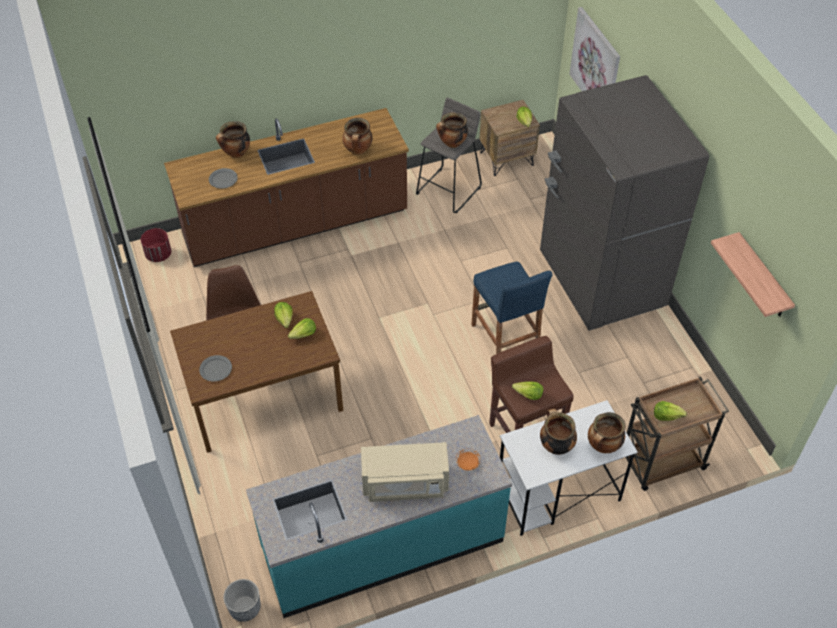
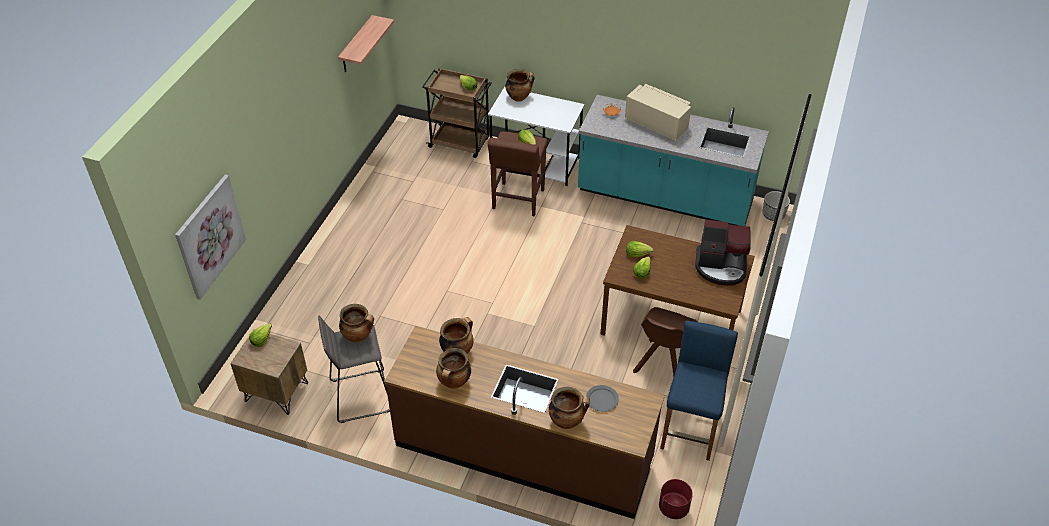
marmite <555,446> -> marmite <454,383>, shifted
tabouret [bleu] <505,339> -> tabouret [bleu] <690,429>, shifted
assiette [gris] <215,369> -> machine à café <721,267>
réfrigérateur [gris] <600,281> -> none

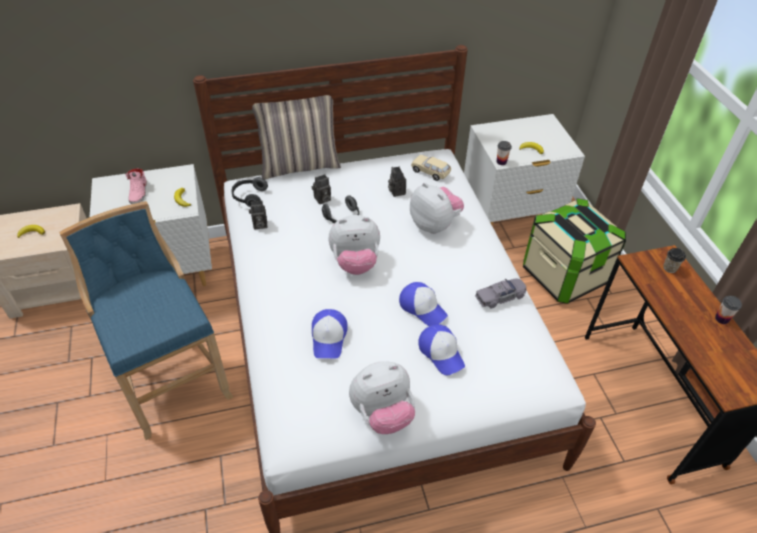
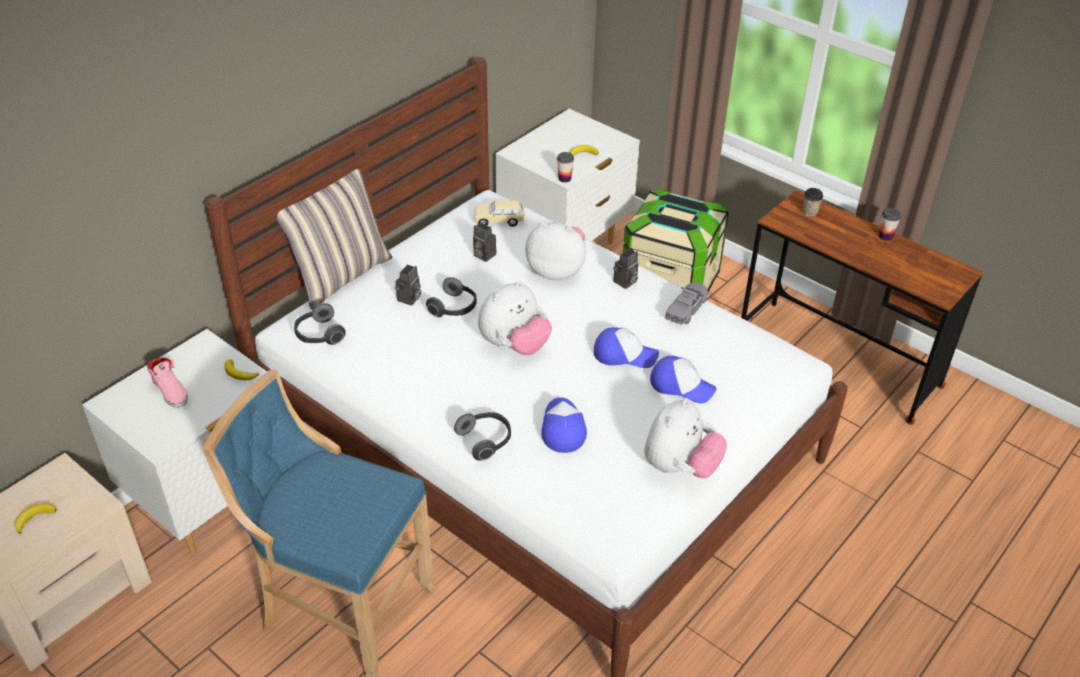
none -> casque audio <486,441>
casquette <329,337> -> casquette <562,428>, 150 degrees counterclockwise
appareil photo <259,225> -> appareil photo <625,282>, shifted

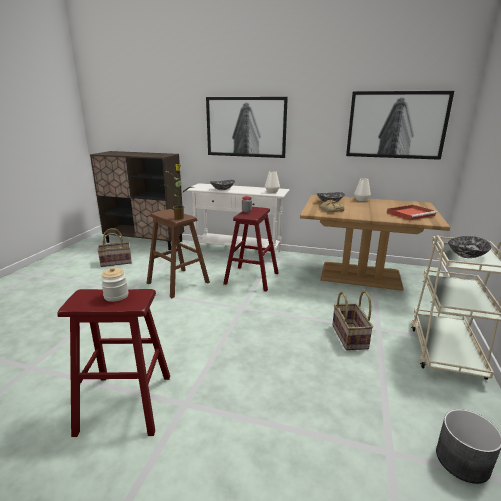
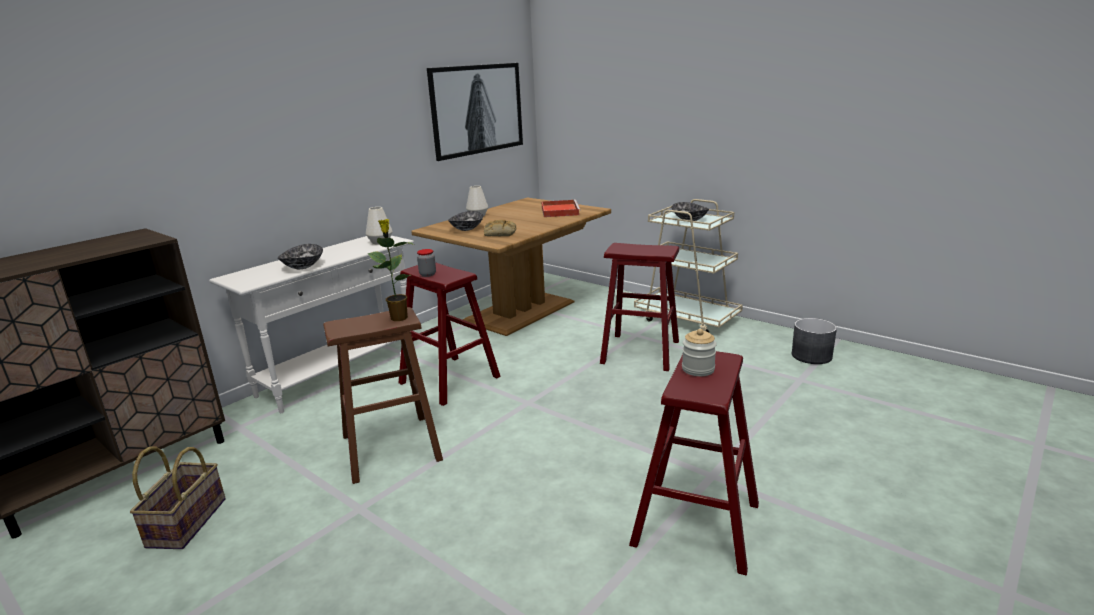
panier <350,336> -> tabouret [rouge] <640,352>
tableau <245,127> -> none

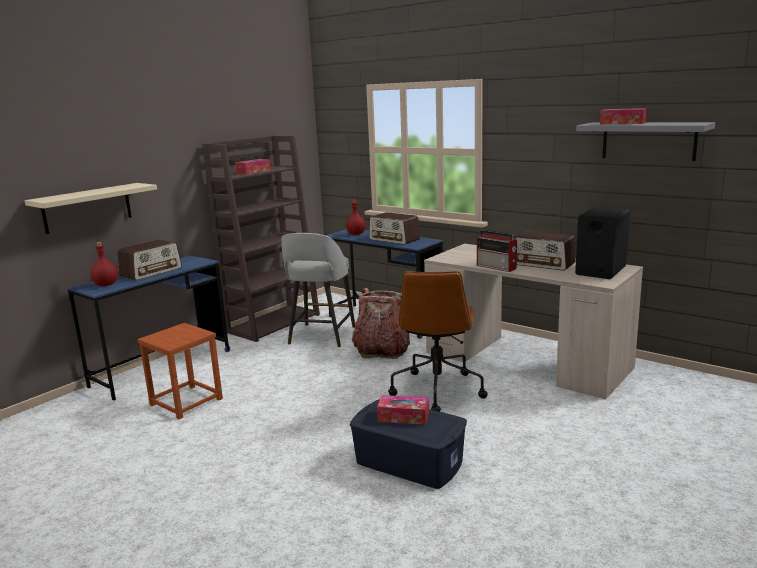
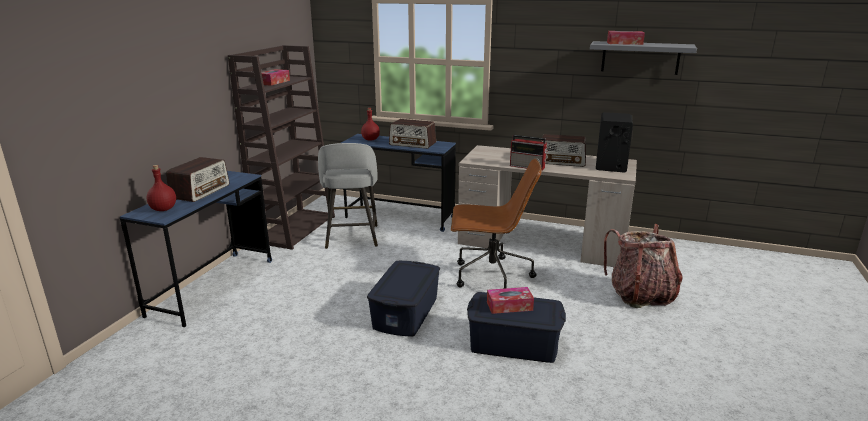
none -> boîte de rangement [bleu] <406,313>
chaise de bureau [marron] <437,390> -> chaise de bureau [marron] <490,276>, 75 degrees counterclockwise
sac à dos <382,350> -> sac à dos <640,295>, shifted
étagère [beige] <87,208> -> none
tabouret [marron] <186,402> -> none

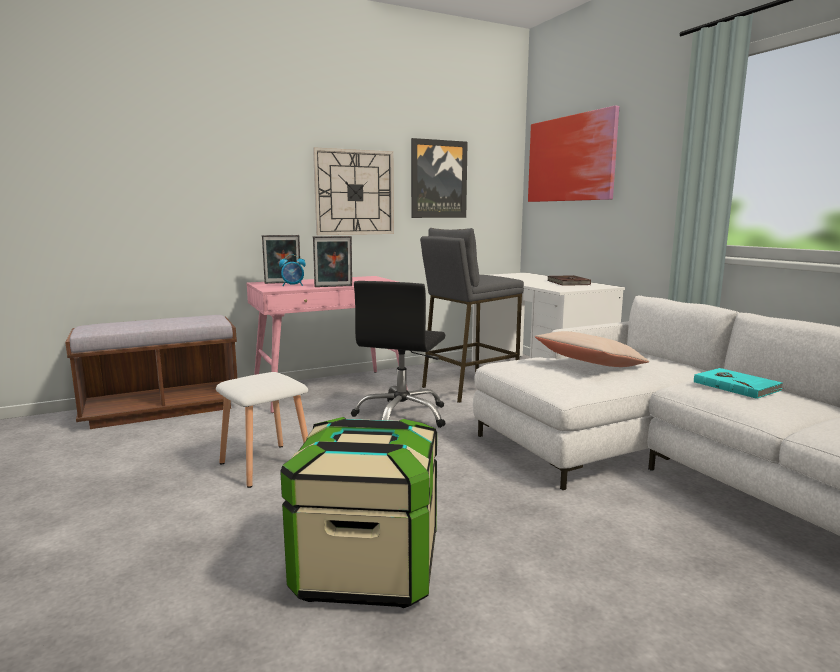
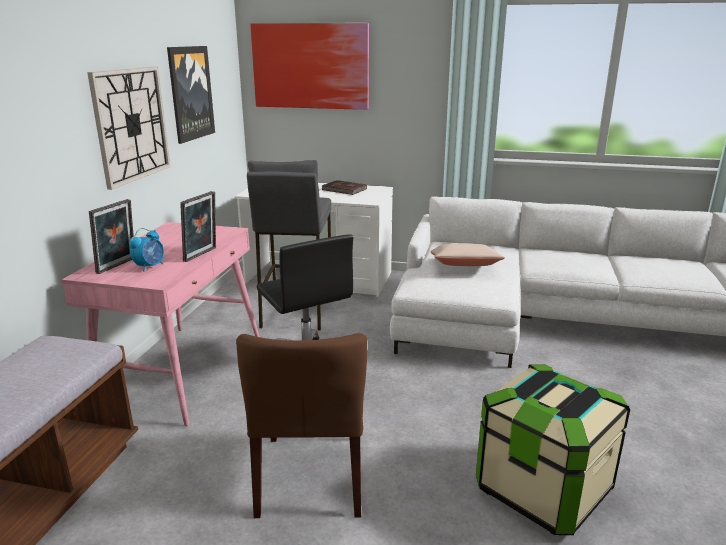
tabouret [blanc] <265,464> -> chaise [marron] <312,475>
livre [turquoise] <736,386> -> none

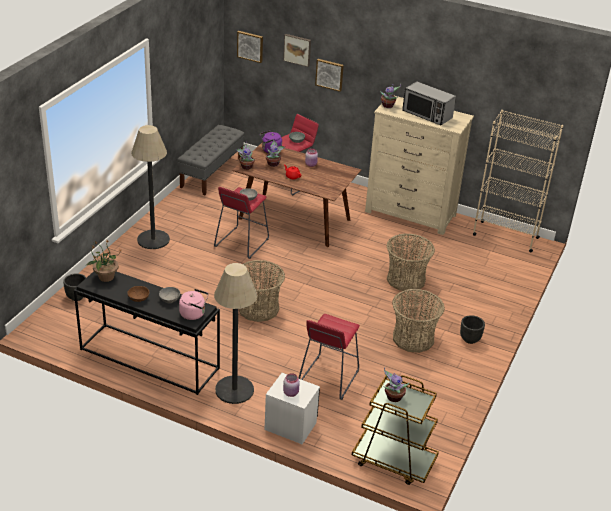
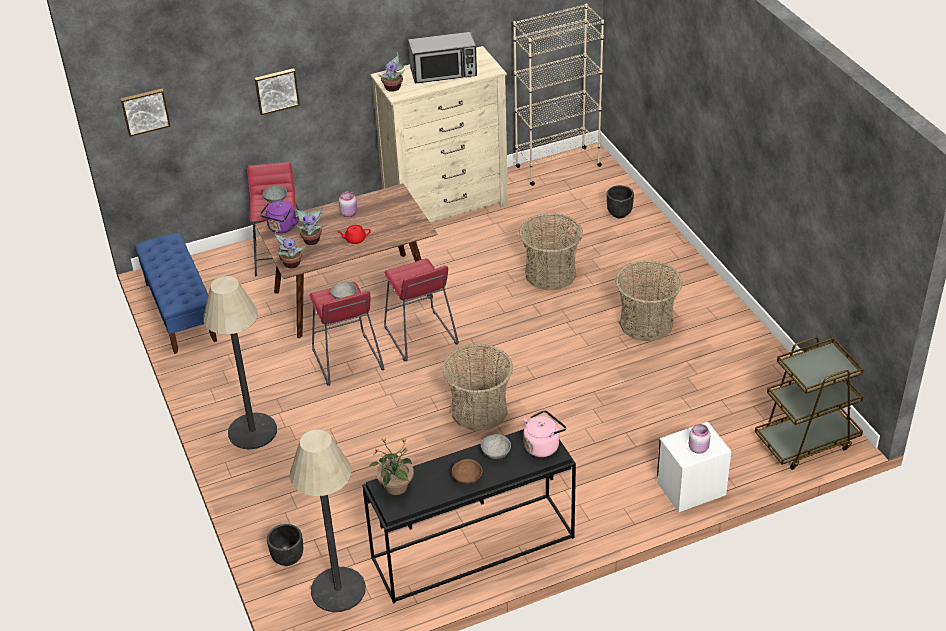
banc [gris] <212,173> -> banc [bleu] <180,311>
lampadaire <234,390> -> lampadaire <338,590>, shifted
tabouret [rouge] <328,378> -> tabouret [rouge] <420,336>, shifted
cache-pot [noir] <470,339> -> cache-pot [noir] <619,213>, shifted
tableau <297,49> -> none
plante en pot <393,397> -> none

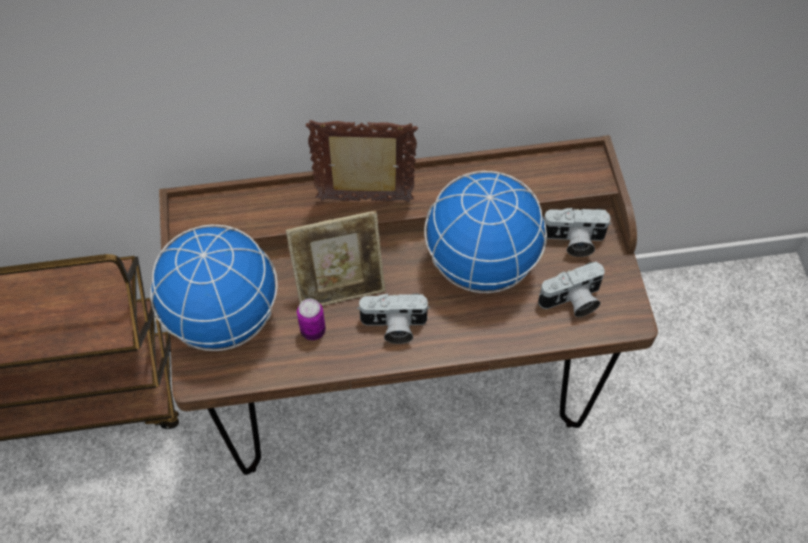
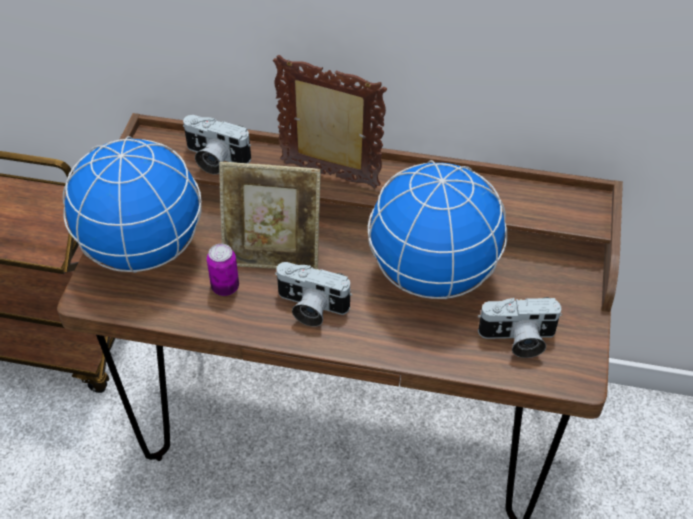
appareil photo <573,241> -> appareil photo <214,159>, shifted

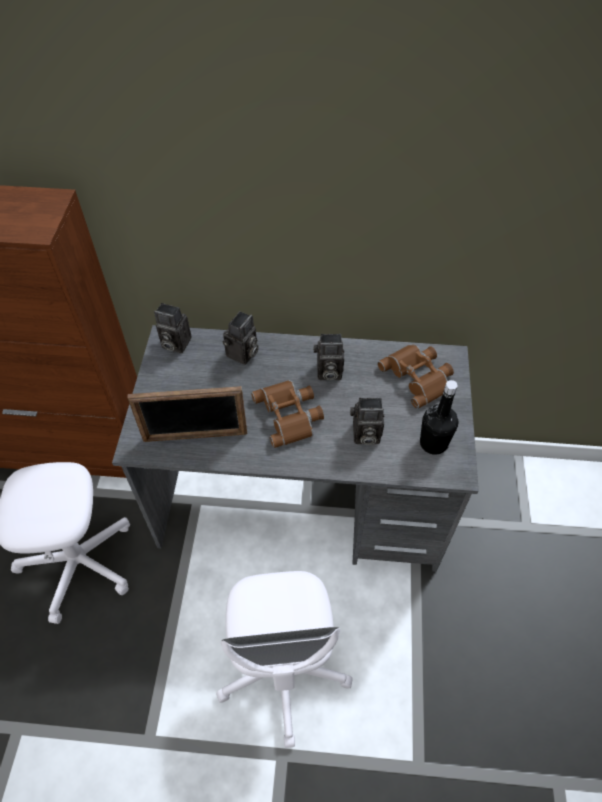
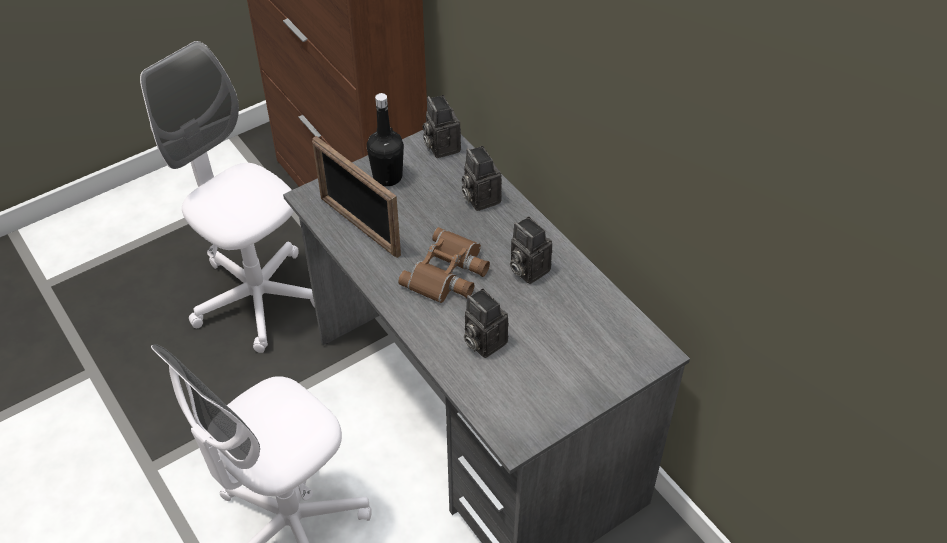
bouteille [noir] <433,443> -> bouteille [noir] <387,177>, shifted
appareil photo <242,355> -> appareil photo <479,197>, 75 degrees clockwise
jumelles [marron] <419,376> -> none

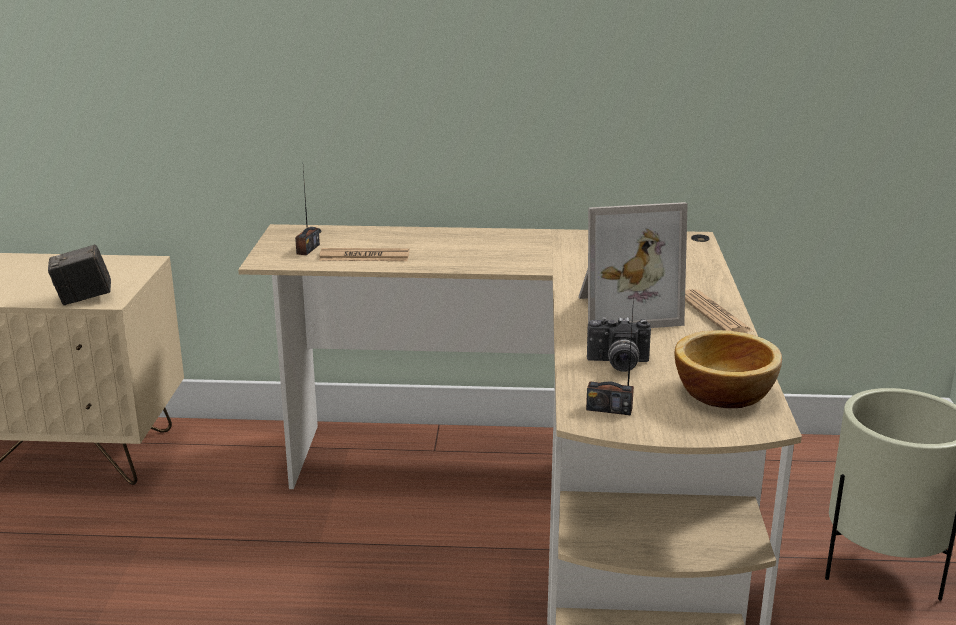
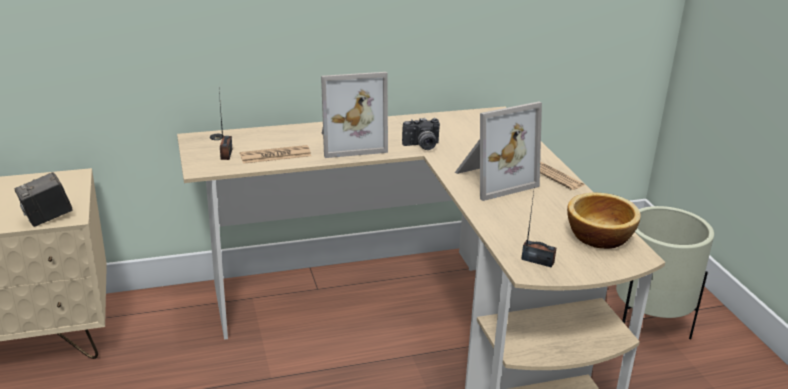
none -> cadre photo <350,142>
appareil photo <618,364> -> appareil photo <422,146>, shifted
radio <609,409> -> radio <537,261>, 150 degrees counterclockwise

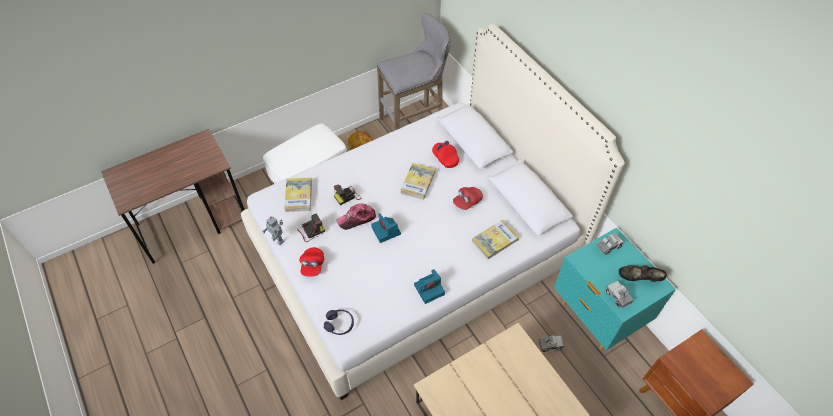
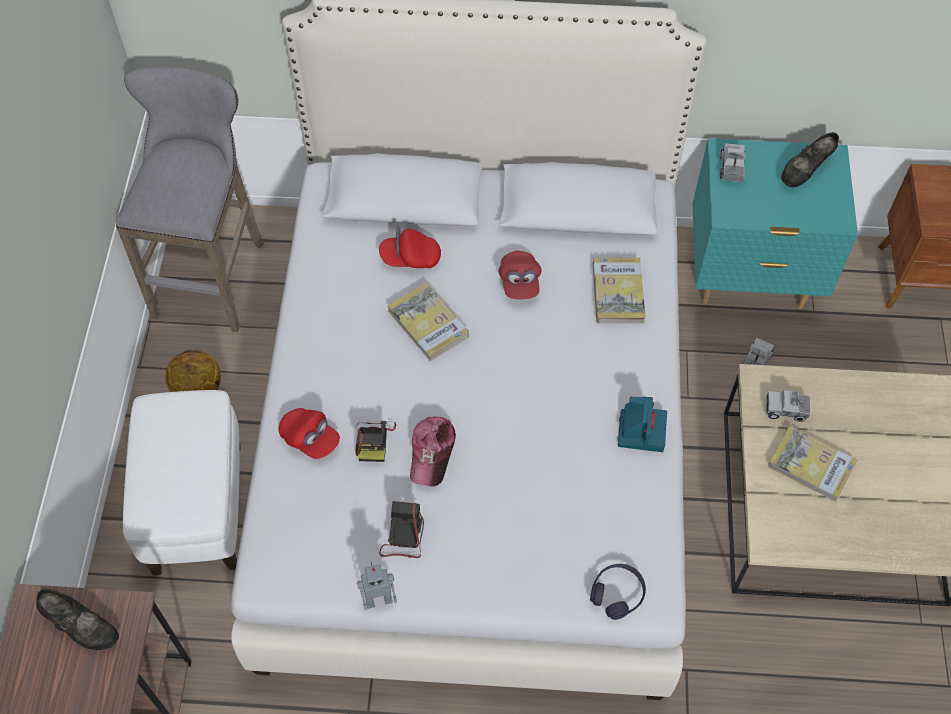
none -> chaussure [noir] <82,627>
casquette [rouge] <312,265> -> casquette [rouge] <310,439>, shifted
camion jouet <618,297> -> camion jouet <786,409>, shifted
livre <298,196> -> livre <811,465>, shifted
appareil photo <386,231> -> none

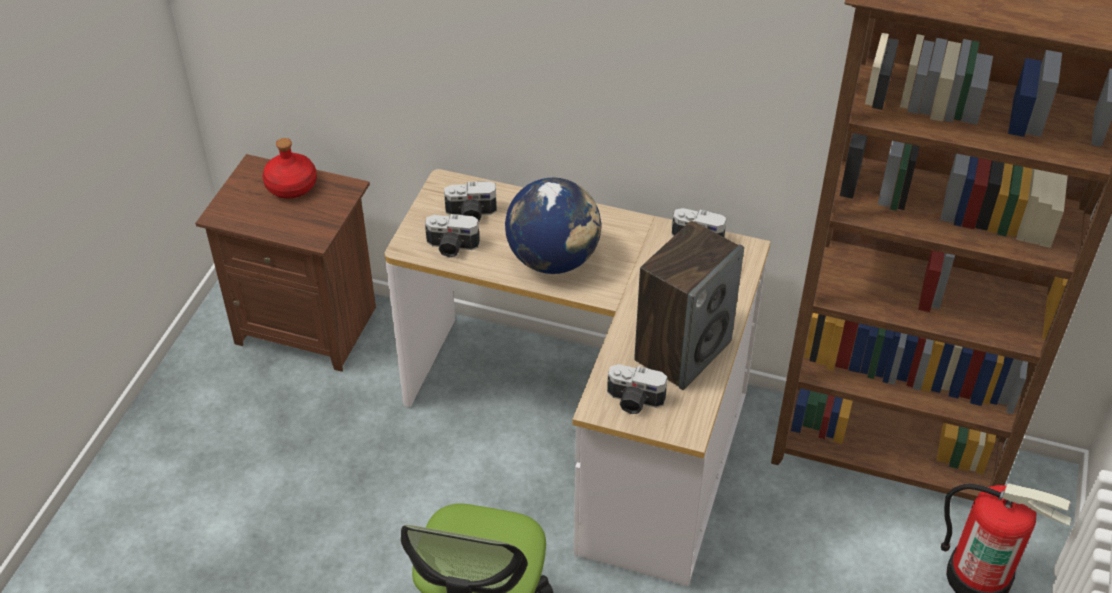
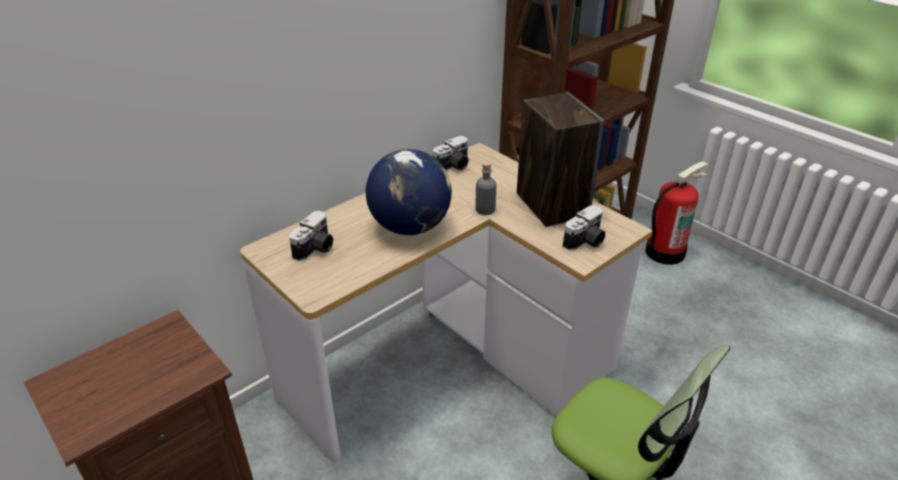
none -> bouteille [gris] <485,209>
bouteille [rouge] <291,186> -> none
appareil photo <451,247> -> none

